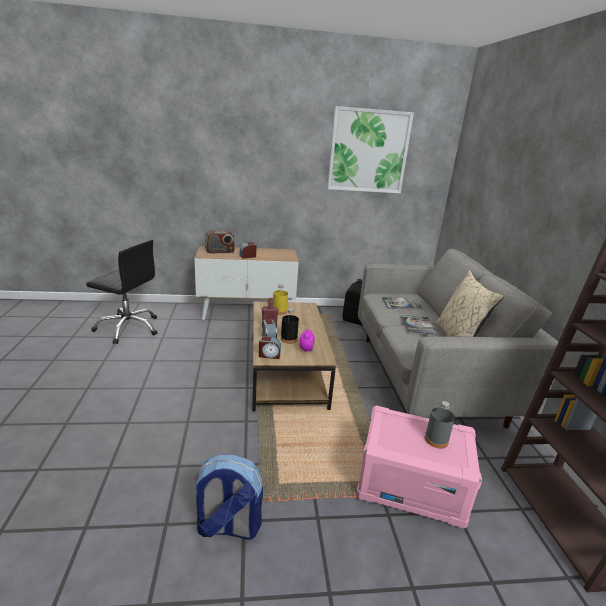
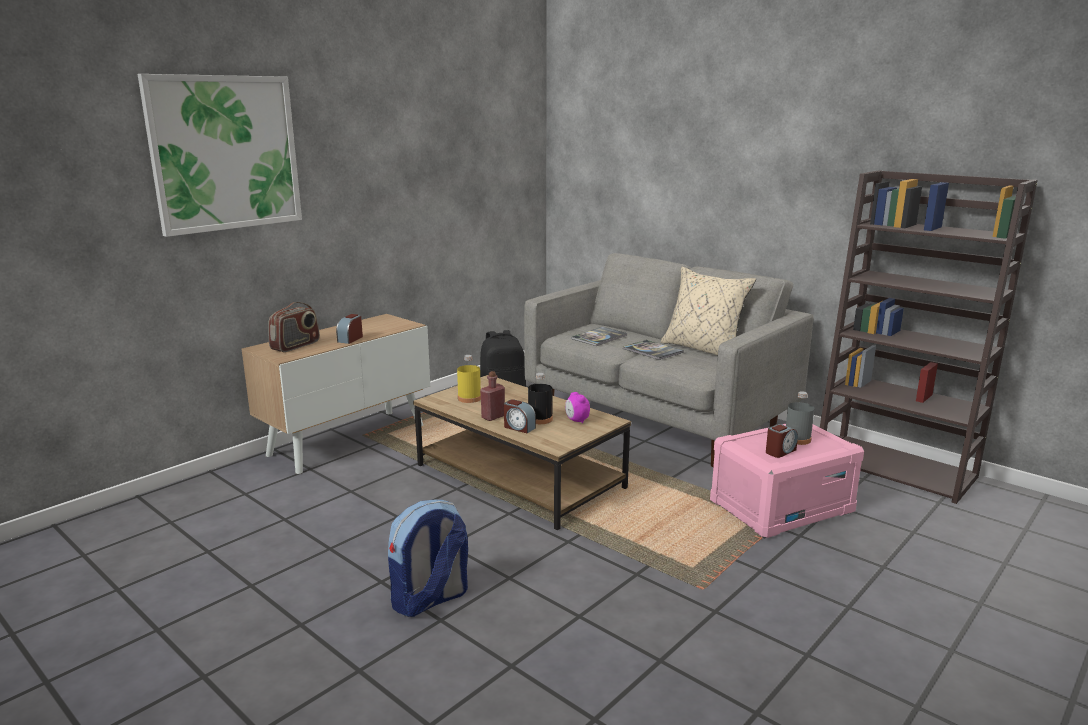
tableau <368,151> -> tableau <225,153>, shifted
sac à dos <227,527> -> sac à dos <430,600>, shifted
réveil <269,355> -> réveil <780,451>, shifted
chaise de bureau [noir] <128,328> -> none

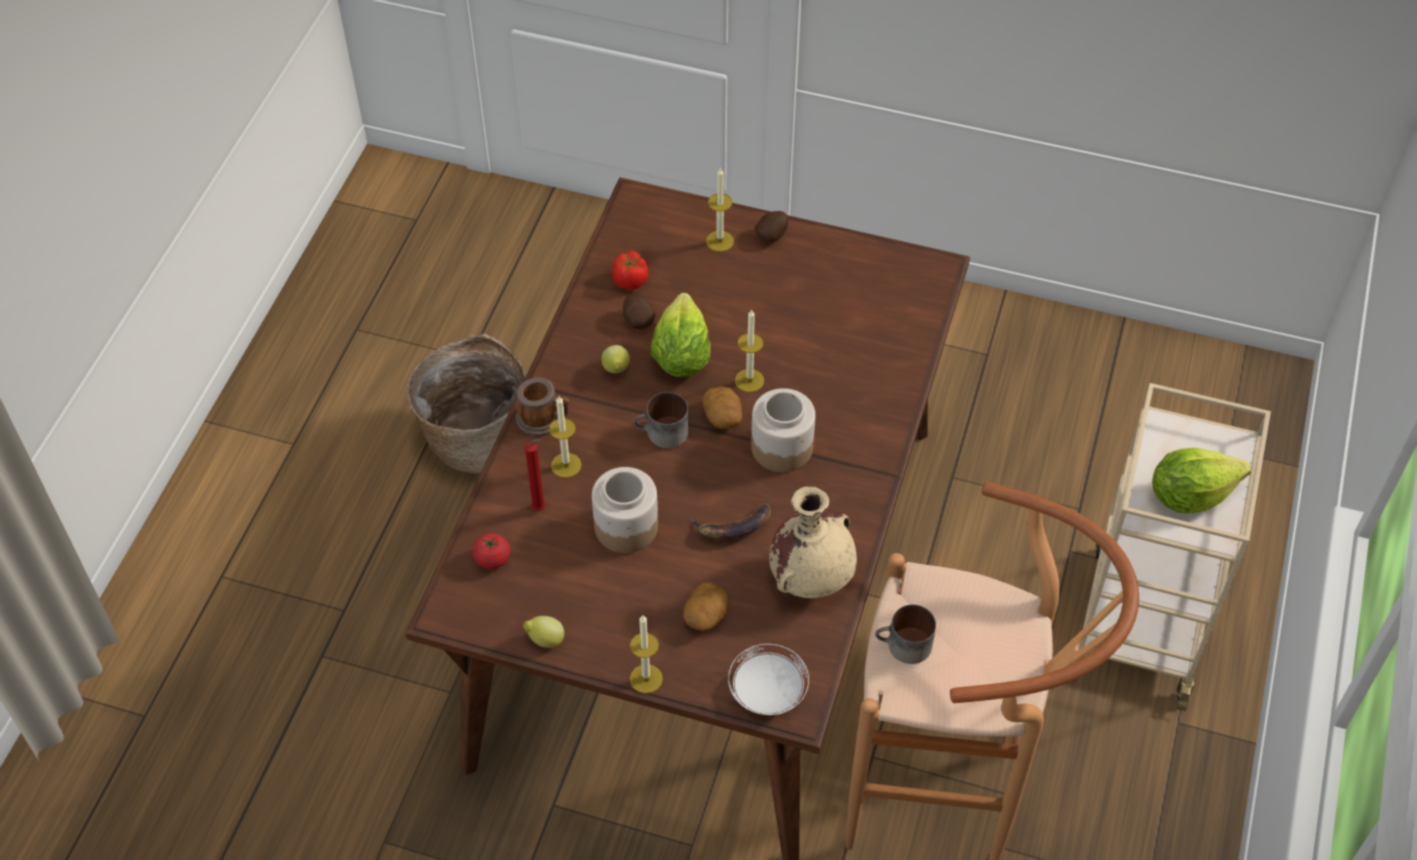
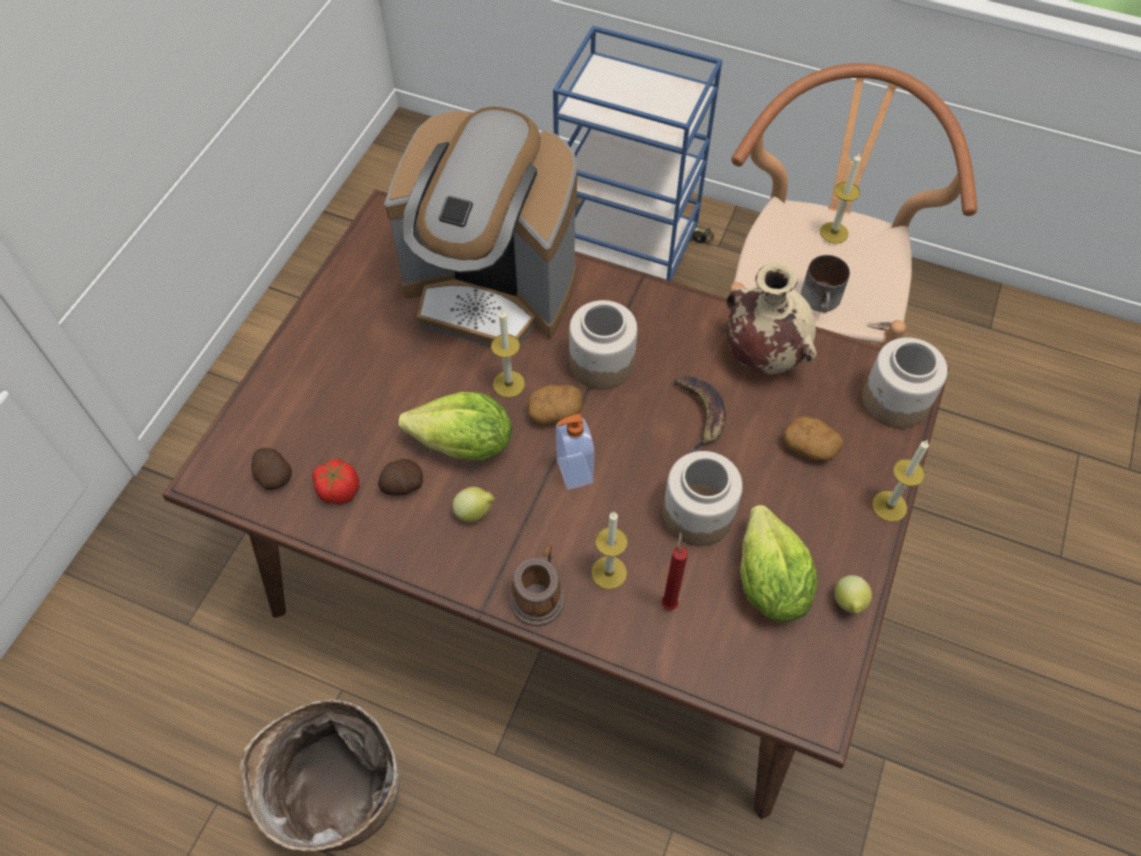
pomme de terre <772,235> -> pomme de terre <273,475>, shifted
none -> machine à café <491,291>
chariot [beige] <1140,621> -> chariot [bleu] <628,253>
mug <662,434> -> distributeur de savon <573,471>
laitue <1189,495> -> laitue <769,583>, shifted
bougie <719,241> -> bougie <834,232>, shifted
assiette [blanc] <767,691> -> bocal <895,401>
tomate <493,559> -> none

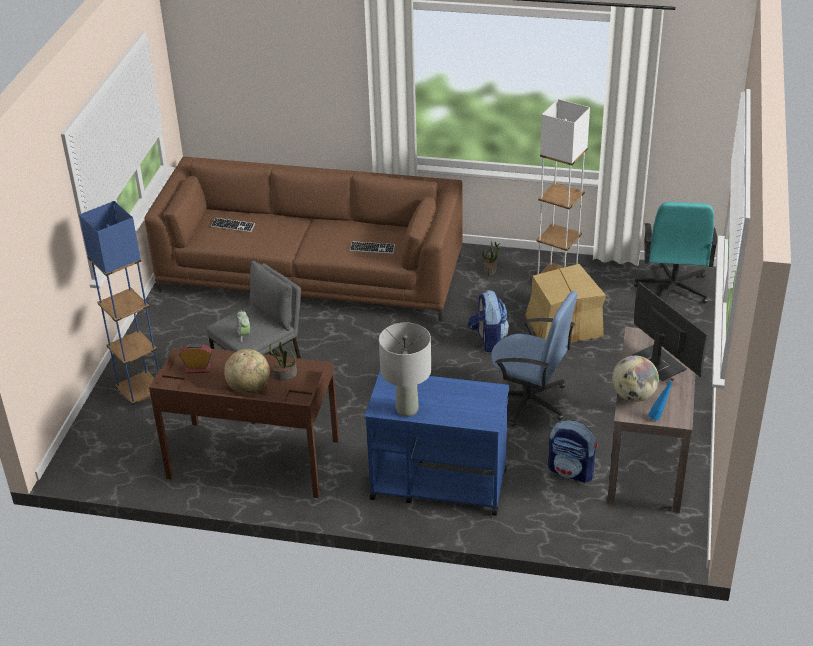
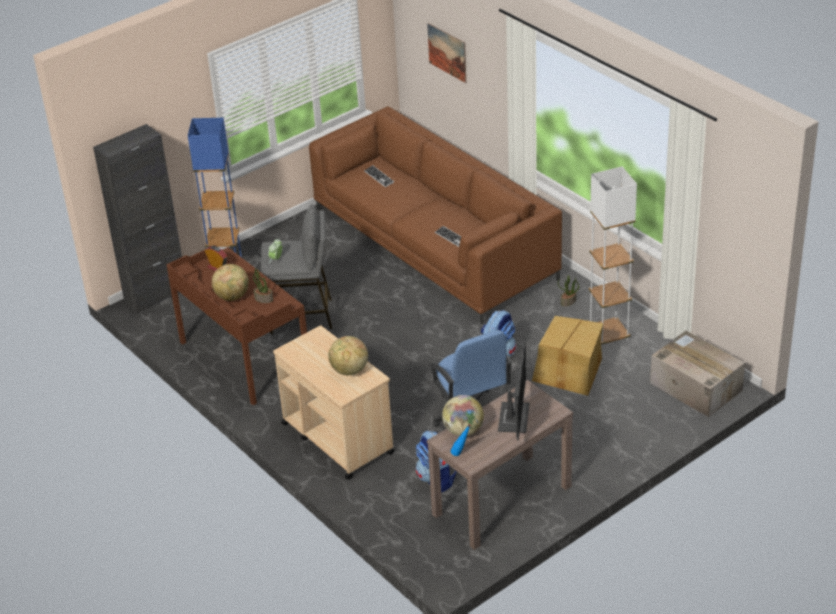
none -> meuble de rangement [noir] <156,295>
chariot [bleu] <437,484> -> chariot [beige] <337,438>
none -> globe <349,370>
none -> tableau <447,52>
chaise de bureau [turquoise] <672,289> -> carton <694,386>
lampe de table [gris] <406,410> -> none

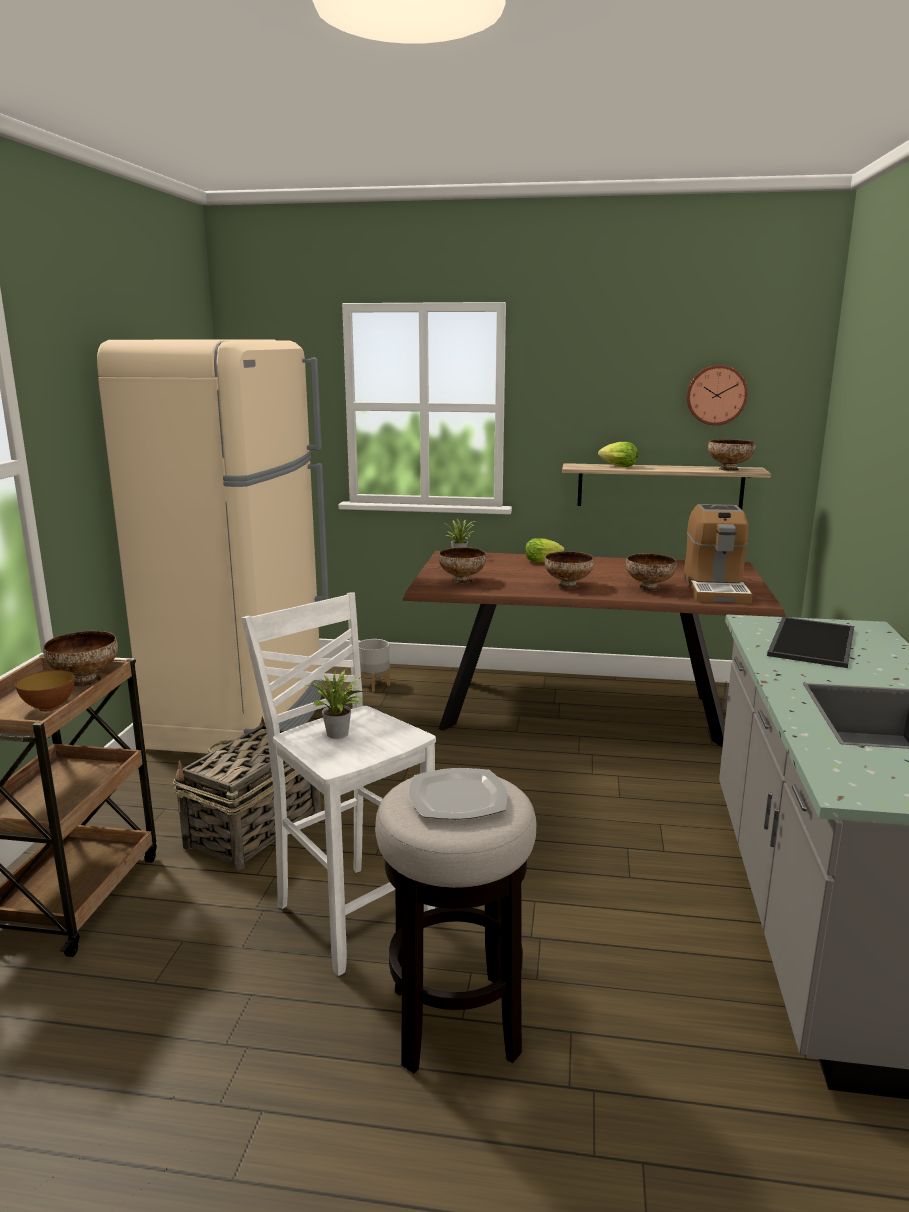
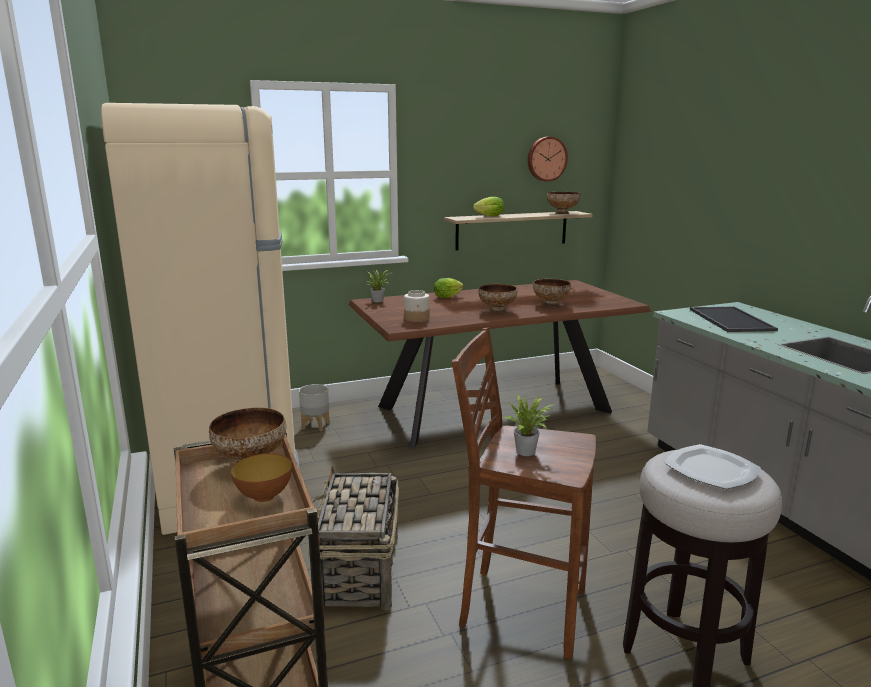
bol <462,581> -> bocal <417,318>
tabouret [blanc] <351,913> -> tabouret [marron] <520,608>
machine à café <715,589> -> none

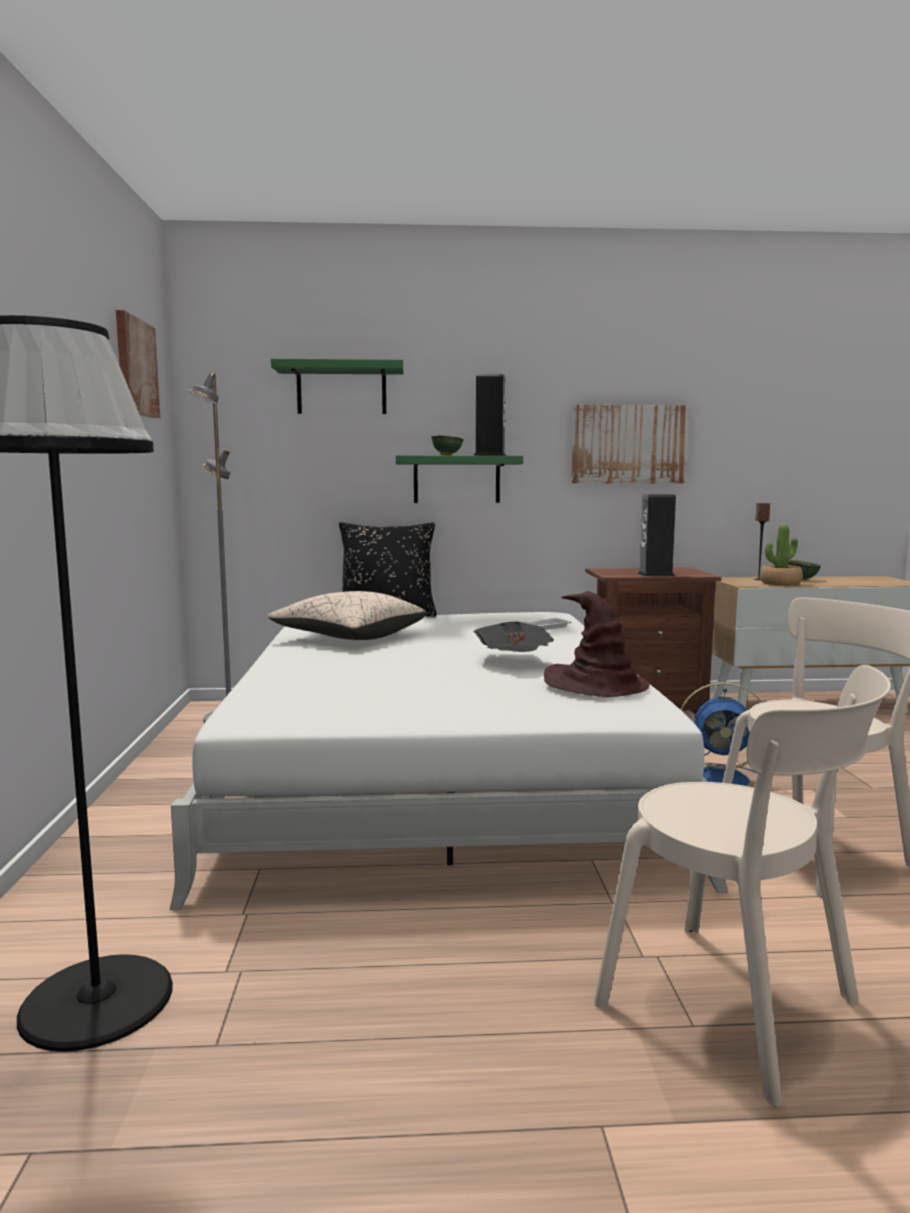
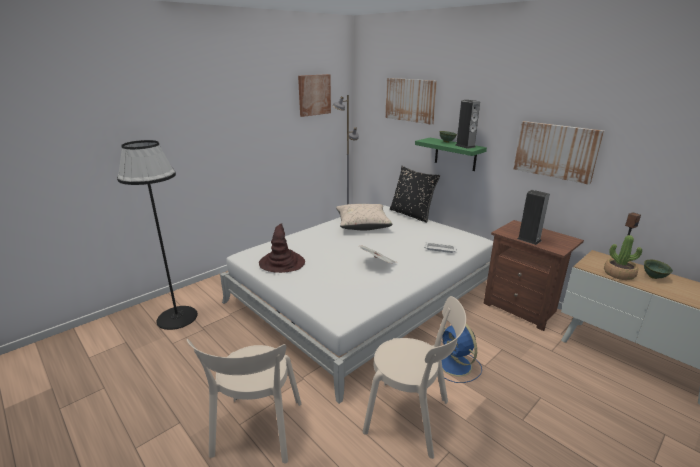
chapeau [marron] <597,685> -> chapeau [marron] <282,263>, shifted
étagère [vert] <341,389> -> tableau <410,100>

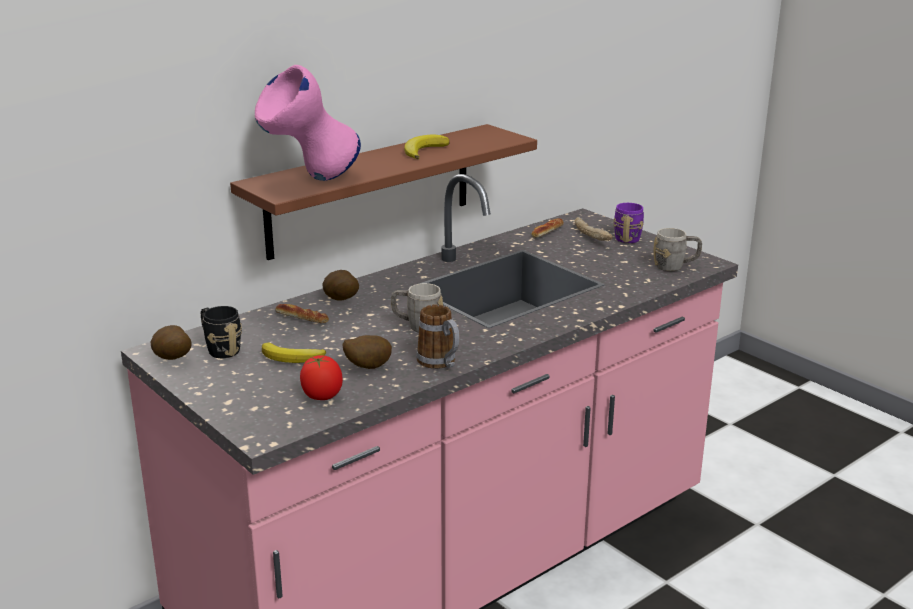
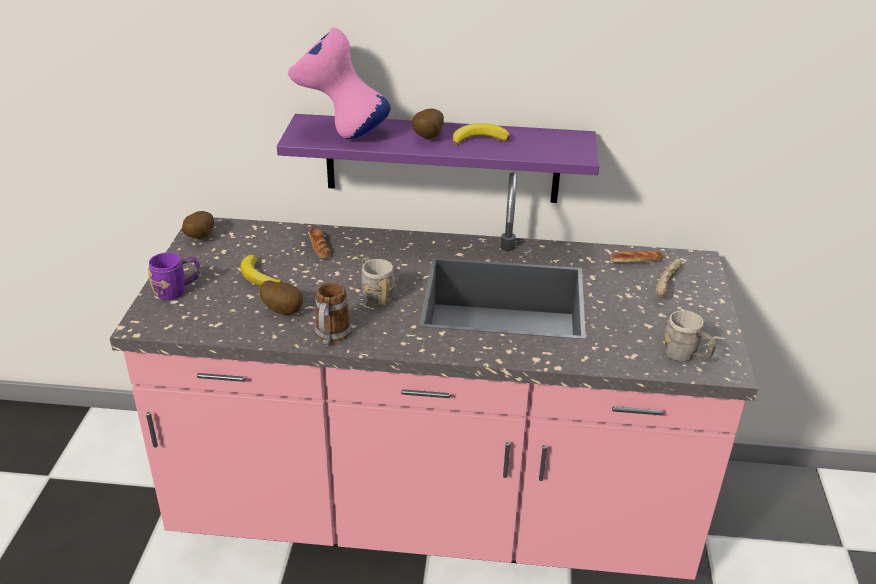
mug [violet] <628,237> -> mug [violet] <177,291>, shifted
étagère [marron] <370,190> -> étagère [violet] <442,159>
pomme de terre <340,301> -> pomme de terre <426,138>, shifted
mug [noir] <220,349> -> none
tomate <321,396> -> none

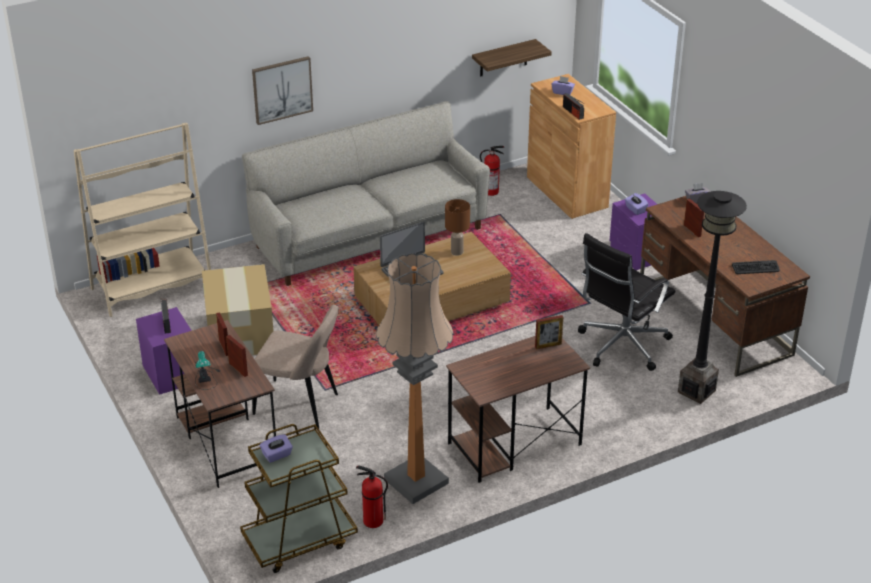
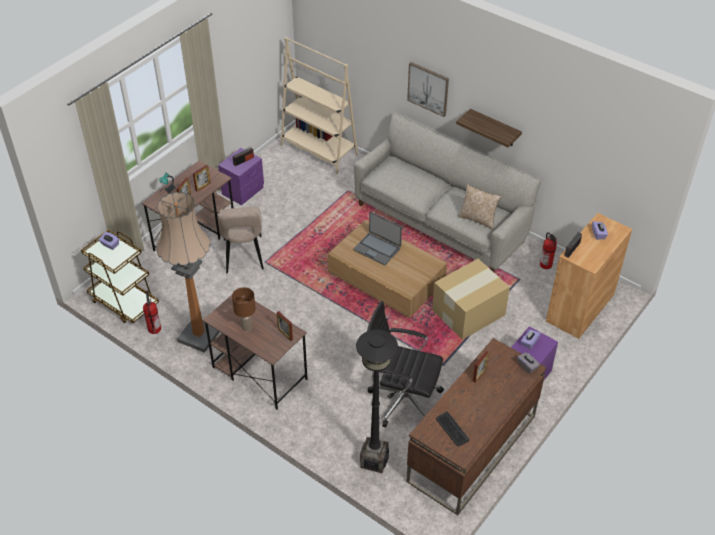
lampe de table [marron] <457,251> -> lampe de table [marron] <247,327>, shifted
carton <239,334> -> carton <467,312>, shifted
étagère <503,58> -> étagère <494,128>, shifted
none -> coussin <478,219>

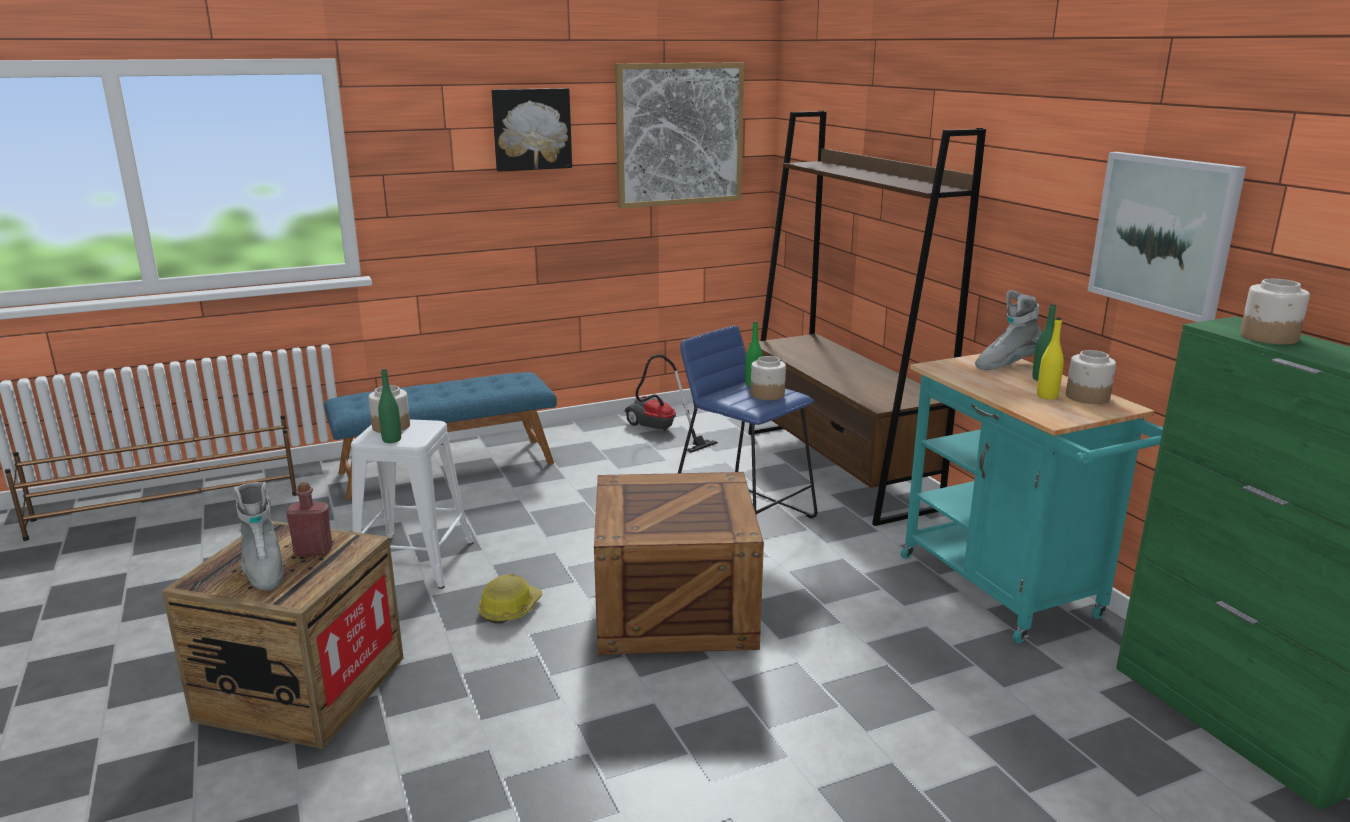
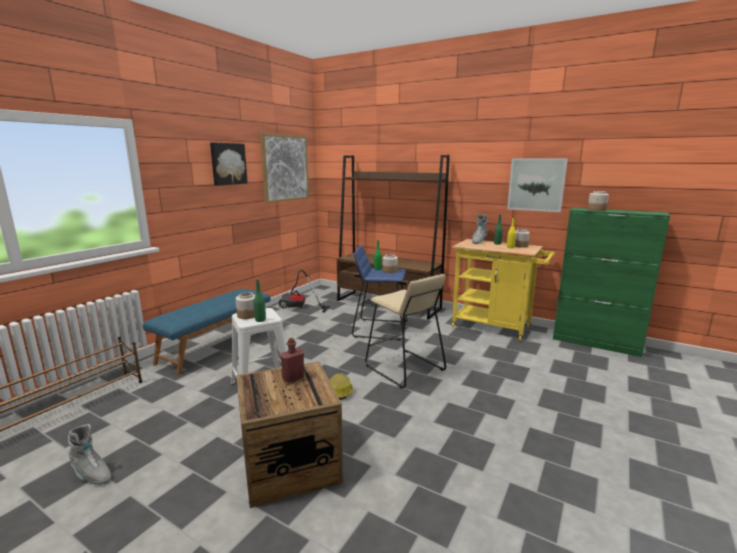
botte [gris] <263,570> -> botte [gris] <91,475>, shifted
caisse <672,609> -> tabouret [beige] <404,368>
chariot [turquoise] <1008,592> -> chariot [jaune] <496,327>

